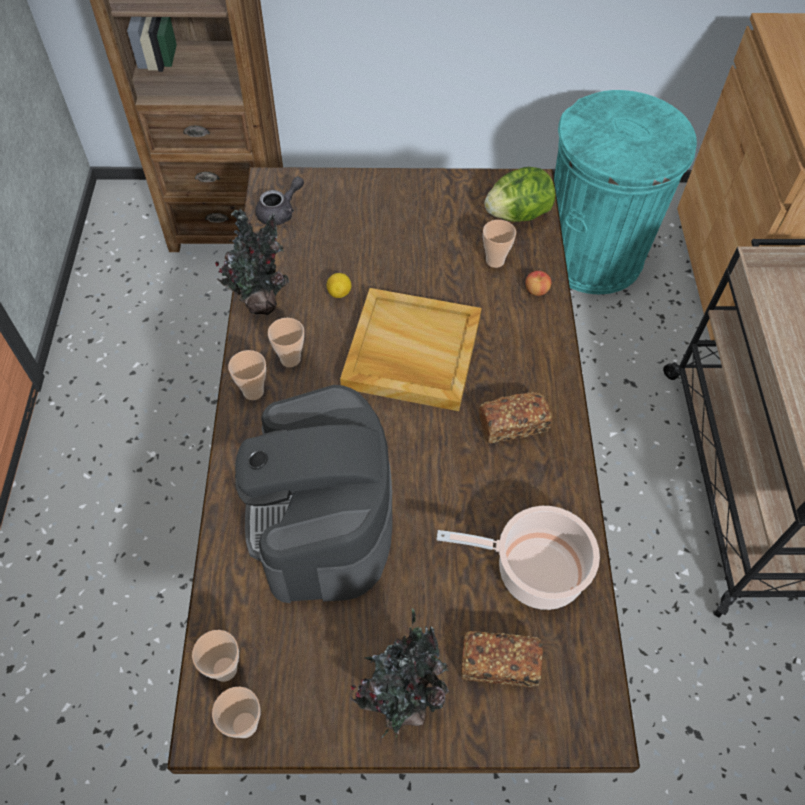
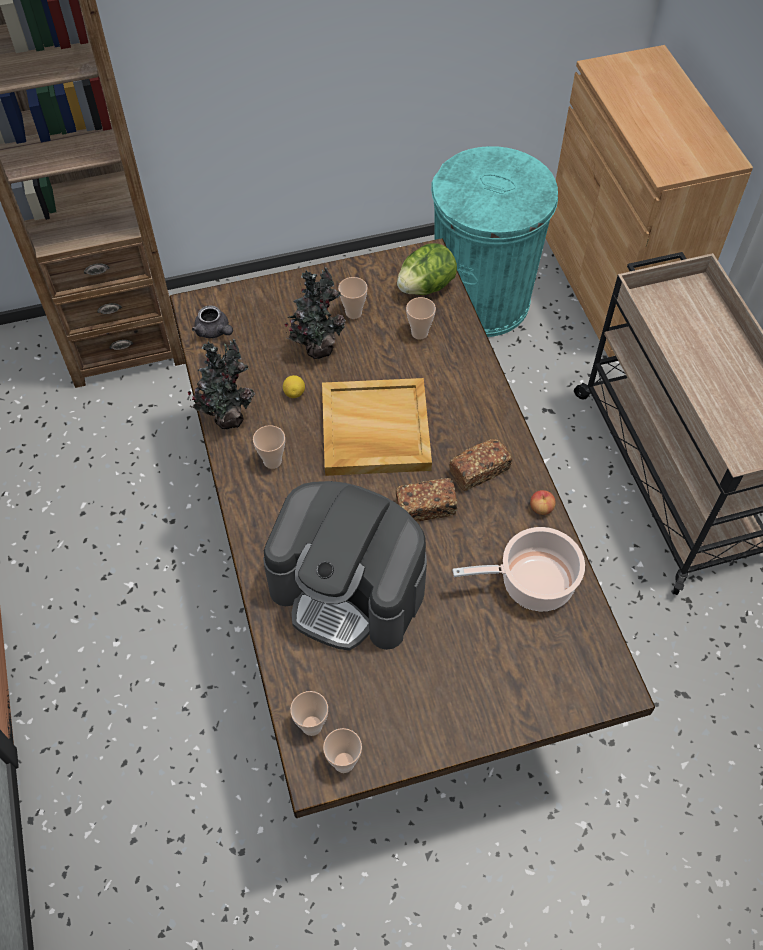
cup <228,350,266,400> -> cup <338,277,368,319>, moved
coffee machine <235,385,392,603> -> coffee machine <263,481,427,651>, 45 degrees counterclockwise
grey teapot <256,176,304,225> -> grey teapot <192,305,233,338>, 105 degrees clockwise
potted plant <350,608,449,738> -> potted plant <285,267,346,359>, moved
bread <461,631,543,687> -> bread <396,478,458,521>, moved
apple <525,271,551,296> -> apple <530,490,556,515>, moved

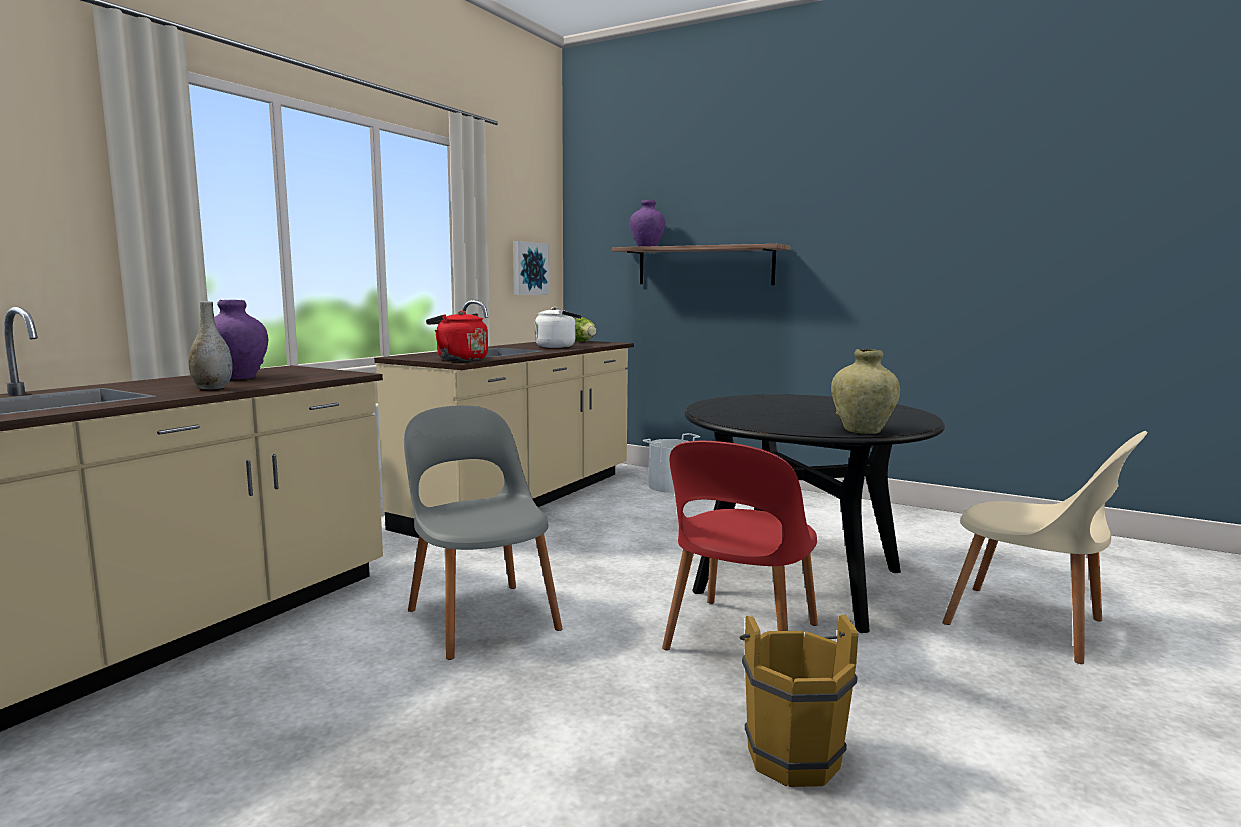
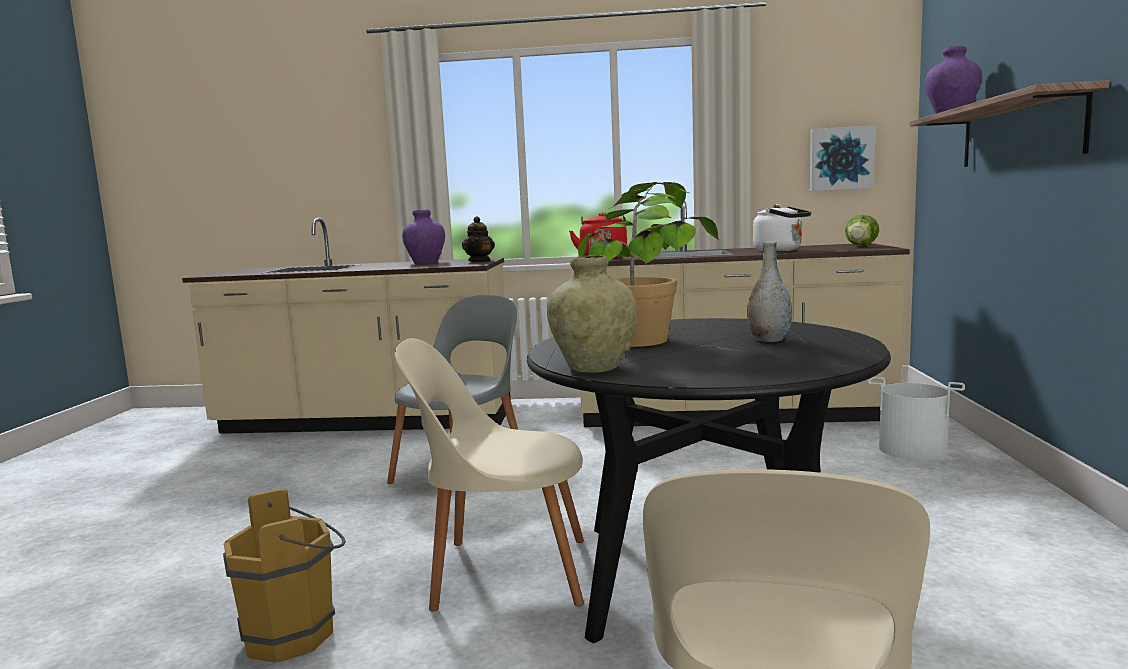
grey vase <189,301,233,389> -> grey vase <747,241,792,342>, moved
red chair <662,441,818,650> -> beige chair <395,338,584,612>
none -> teapot <462,216,495,262>
none -> potted plant <578,182,719,347>

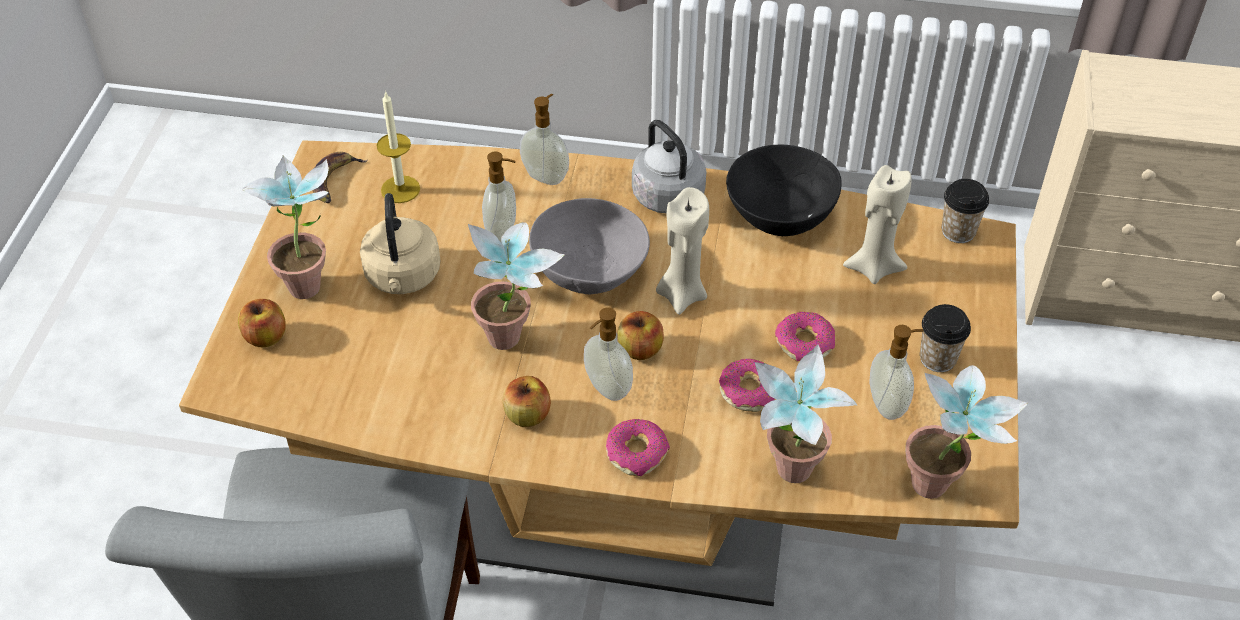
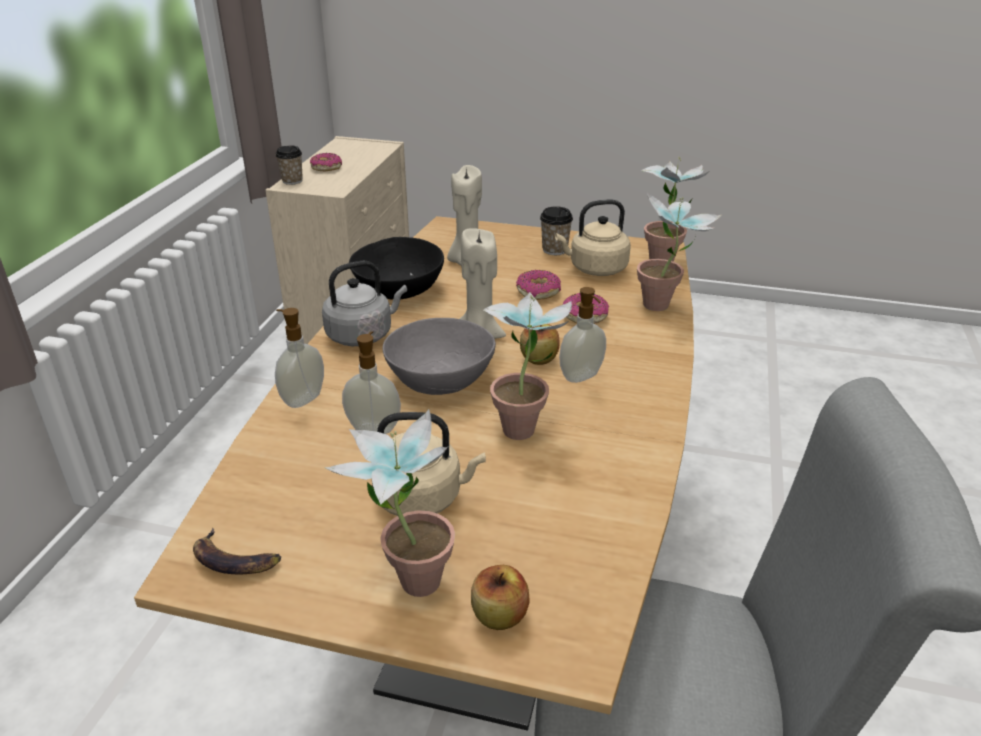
candle <376,91,420,203> -> none
apple <503,376,551,427> -> none
donut <606,419,670,476> -> donut <310,153,342,171>, moved
soap dispenser <869,325,923,420> -> beige kettle <555,199,631,276>
cup <942,179,989,243> -> cup <275,145,303,185>, moved

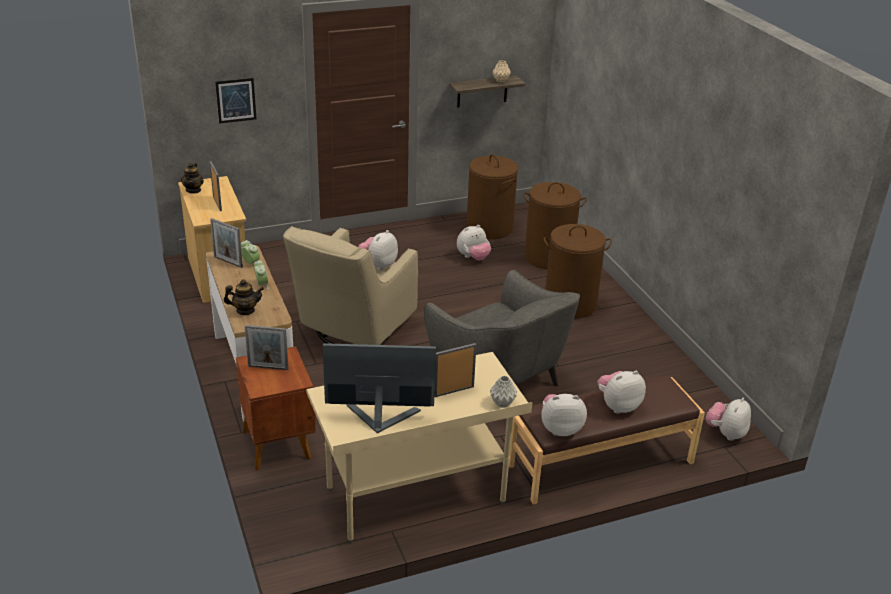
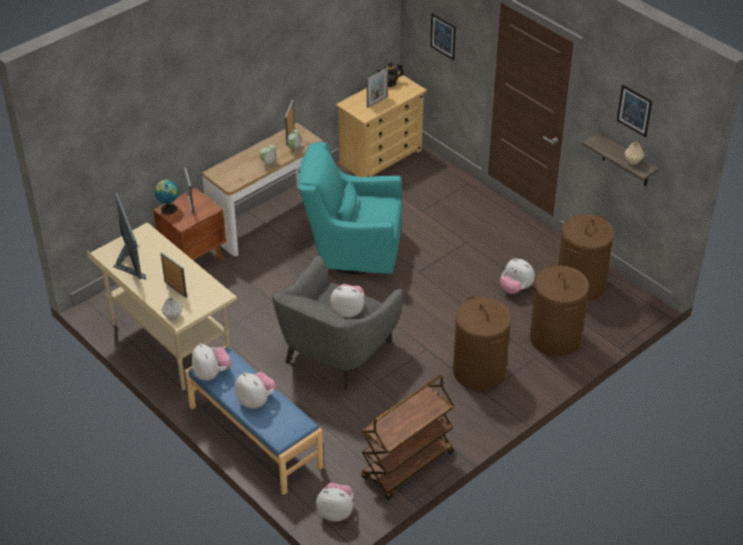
teapot <224,279,264,315> -> none
beige armchair <283,226,418,345> -> turquoise armchair <298,142,402,274>
plush toy <358,230,398,270> -> plush toy <330,284,364,317>, moved
brown bench <509,376,705,505> -> blue bench <185,346,324,495>
none -> globe <154,180,179,214>
none -> brown cart <361,375,454,500>
none -> picture <617,84,652,137>

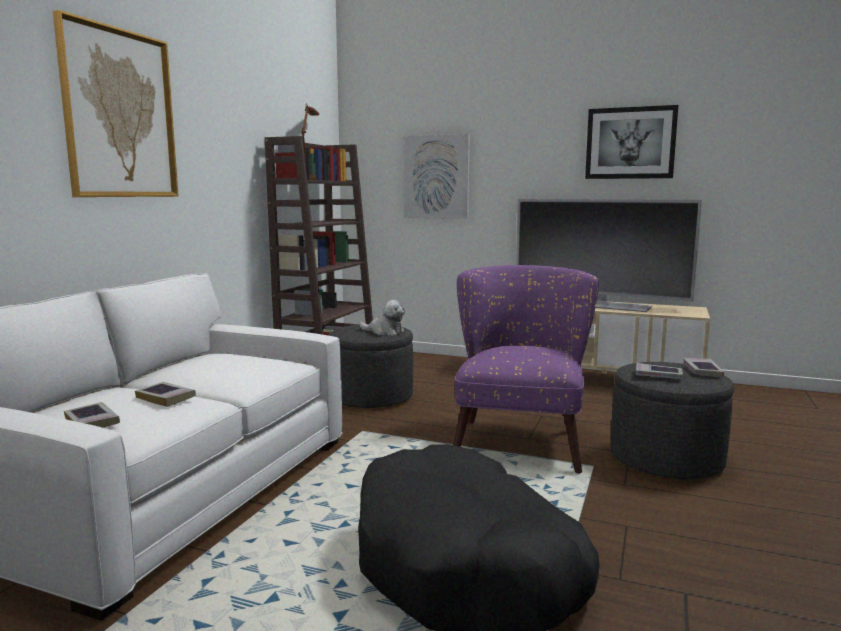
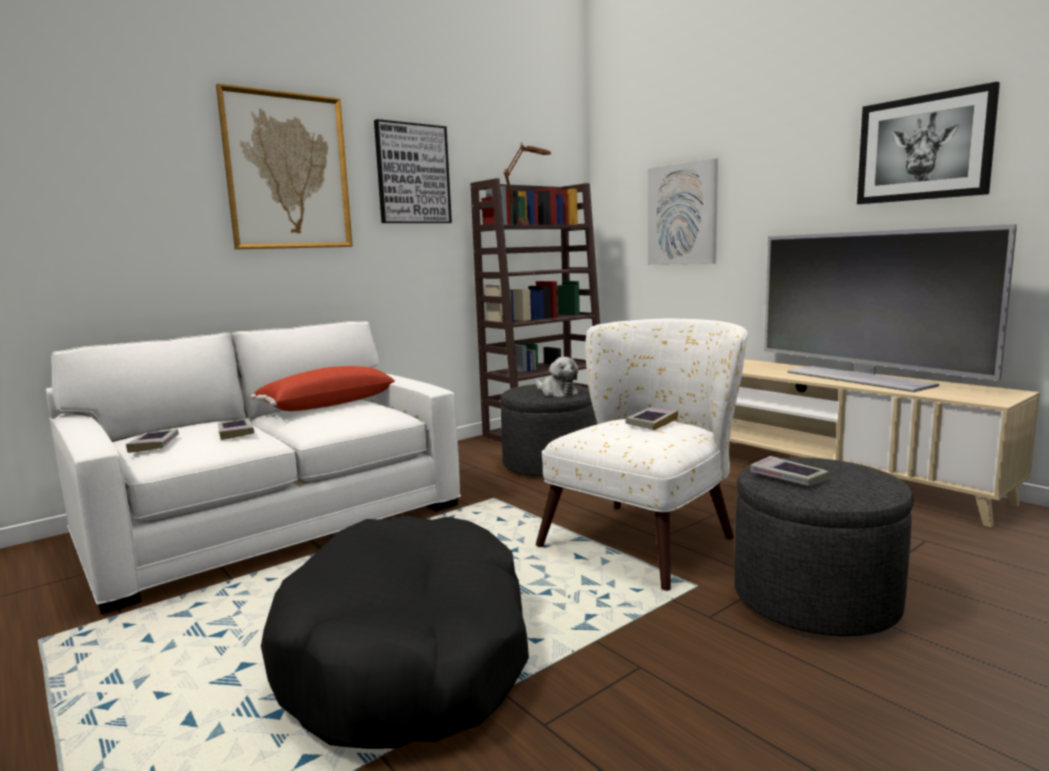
purple armchair <453,265,599,474> -> white armchair <536,319,748,591>
book <683,358,724,378> -> book <626,407,678,430>, moved
none -> red pillow <251,366,396,411>
none -> picture <374,119,452,223>

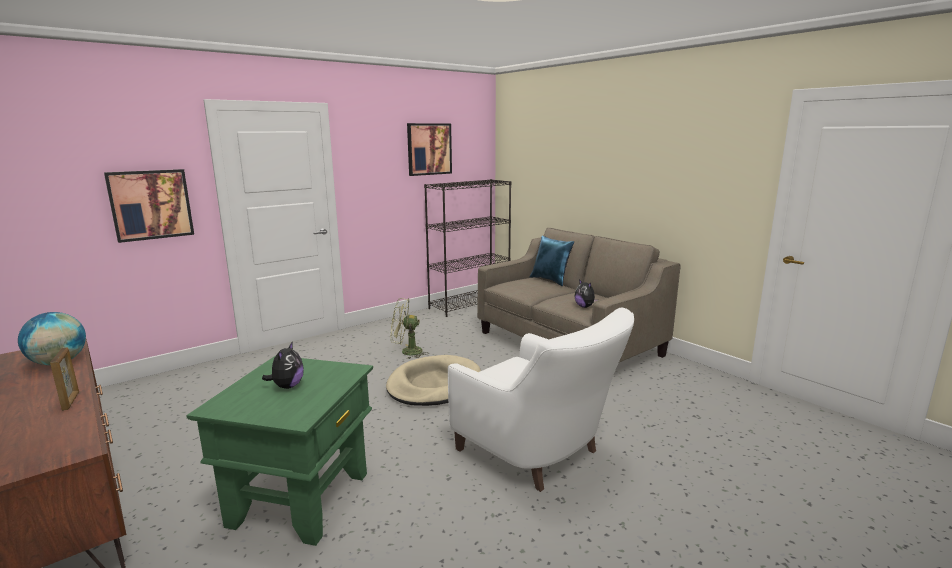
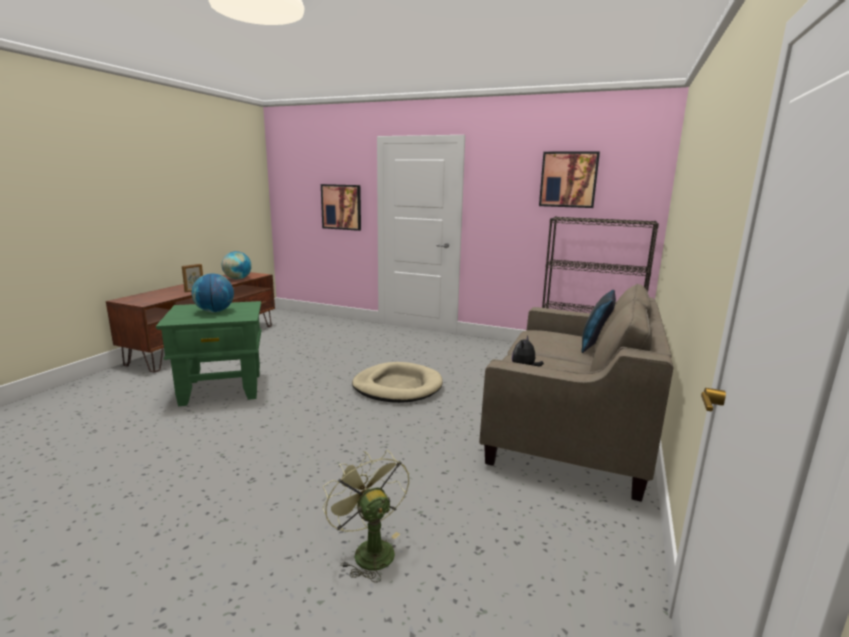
plush toy <262,341,304,389> -> globe <191,274,234,312>
green fan <391,298,428,359> -> green fan <323,450,409,582>, moved
white armchair <448,308,634,492> -> none

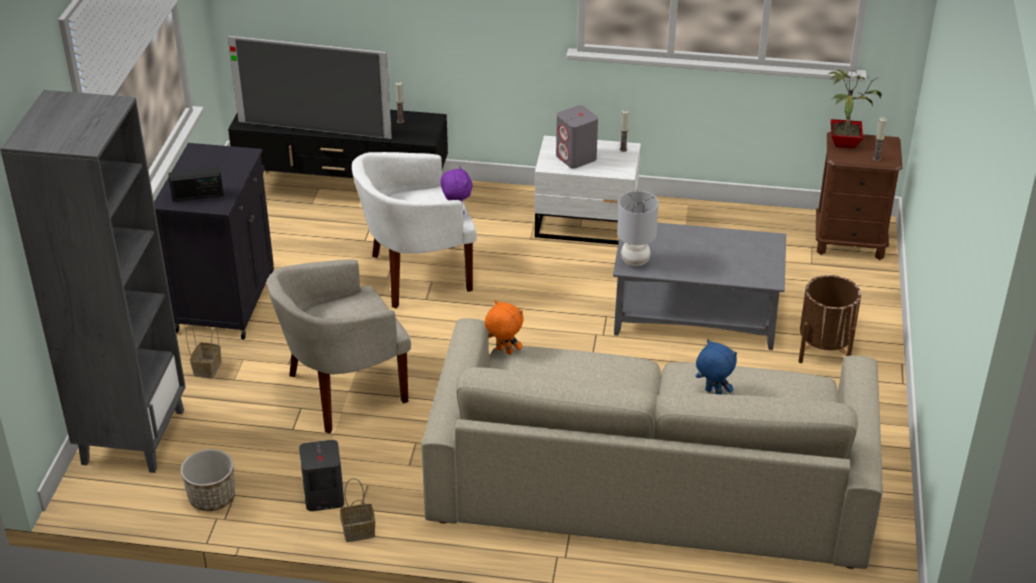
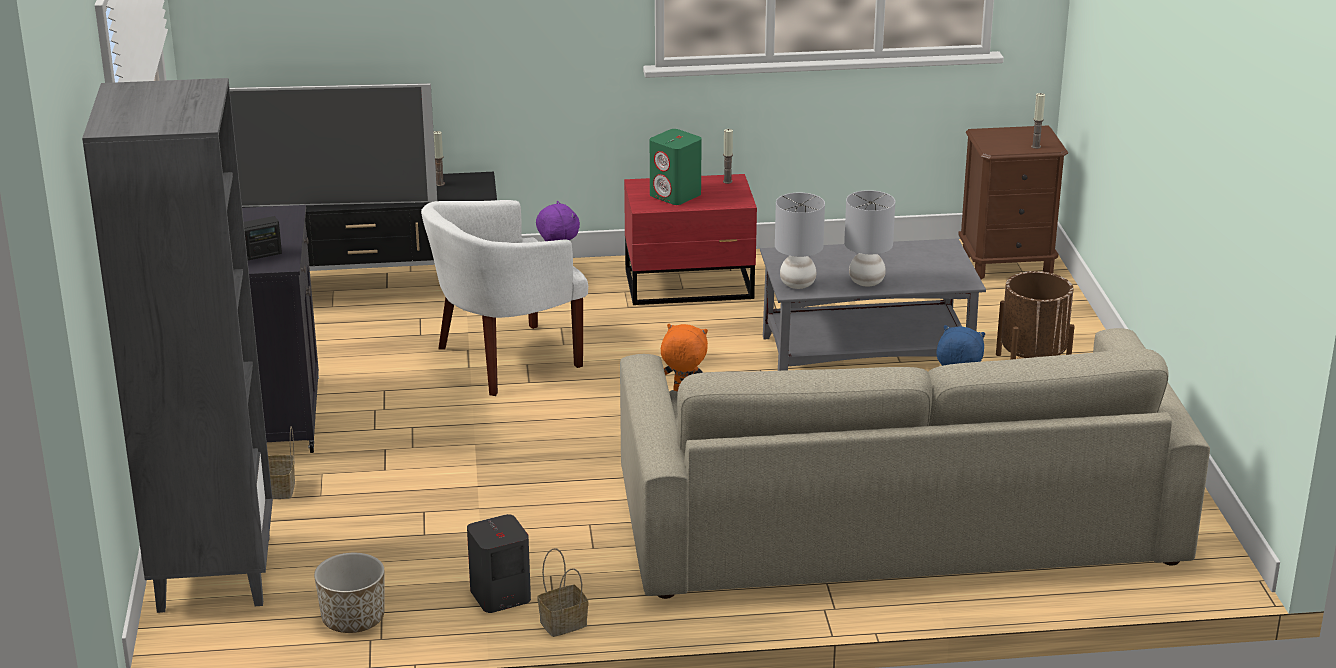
beige armchair <267,259,411,433> -> none
white nightstand <535,136,641,245> -> red nightstand <624,174,757,305>
grey speaker <556,105,598,168> -> green speaker <650,129,702,205>
potted plant <827,70,882,148> -> none
none -> grey table lamp <844,190,895,287>

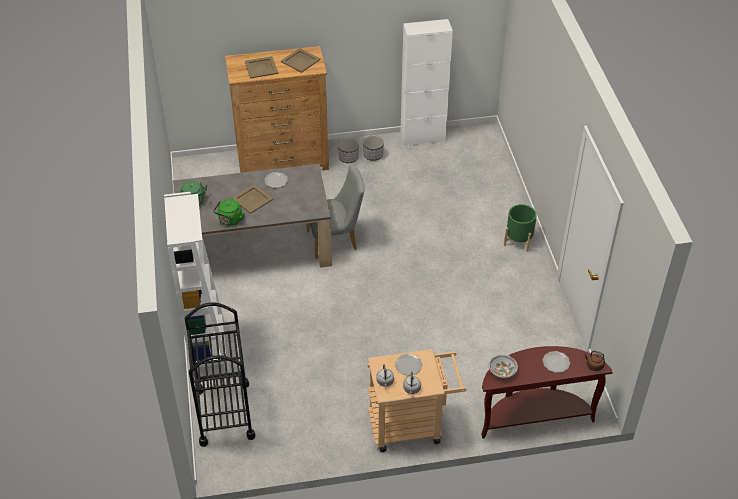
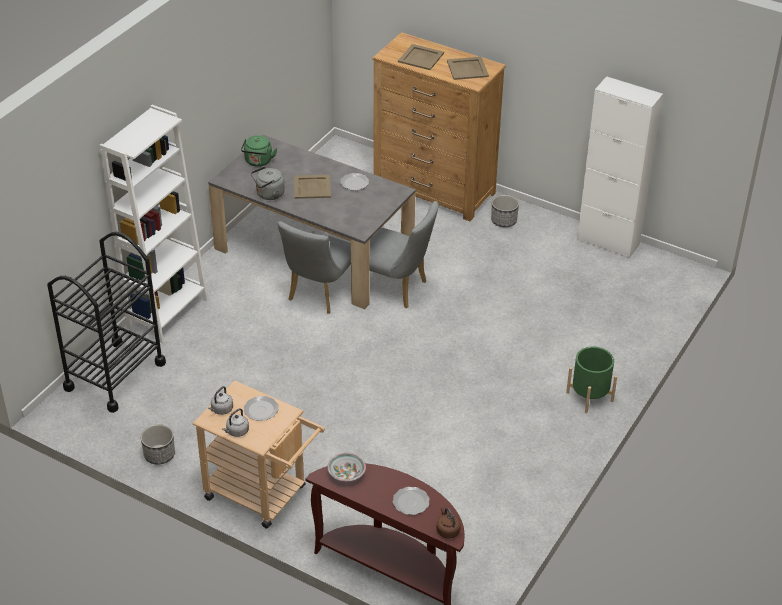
green kettle <213,199,245,226> -> grey kettle <251,166,285,200>
planter <363,135,384,161> -> planter <141,424,175,465>, moved
none -> grey chair <278,221,351,314>

